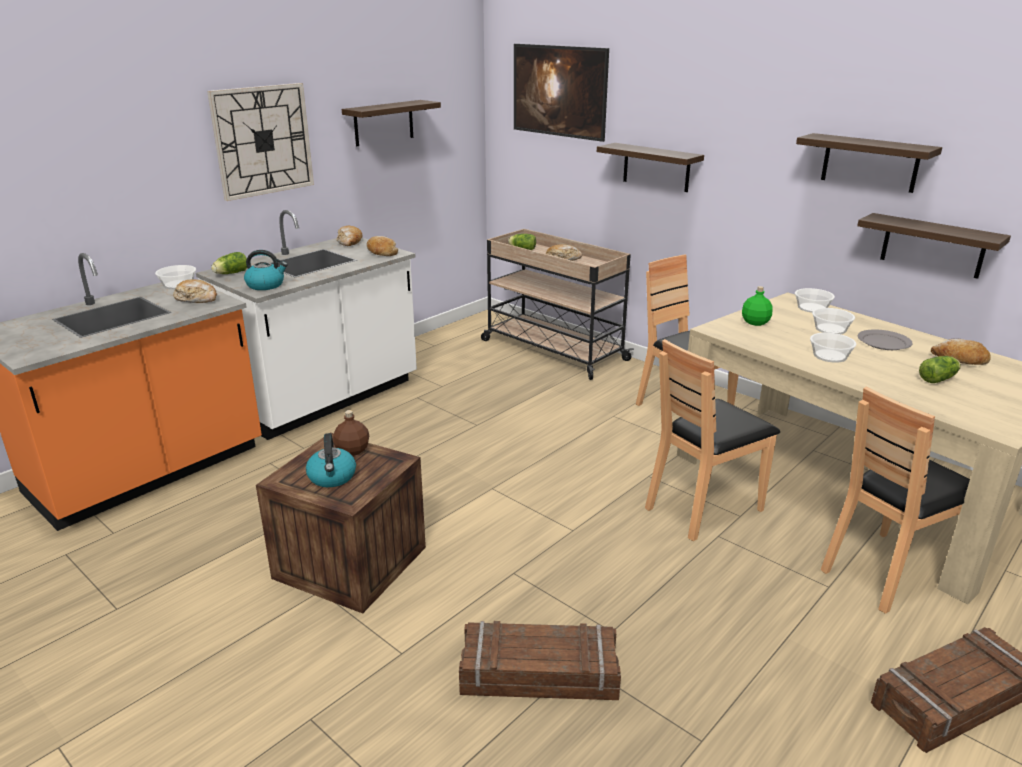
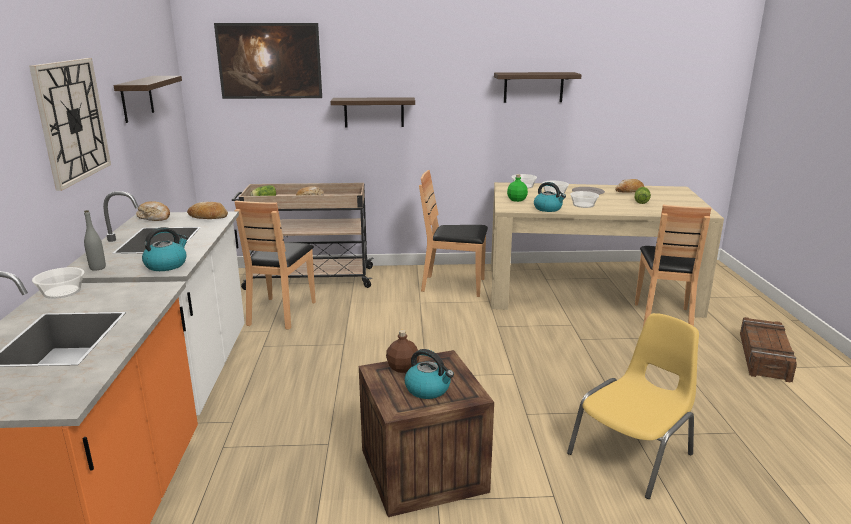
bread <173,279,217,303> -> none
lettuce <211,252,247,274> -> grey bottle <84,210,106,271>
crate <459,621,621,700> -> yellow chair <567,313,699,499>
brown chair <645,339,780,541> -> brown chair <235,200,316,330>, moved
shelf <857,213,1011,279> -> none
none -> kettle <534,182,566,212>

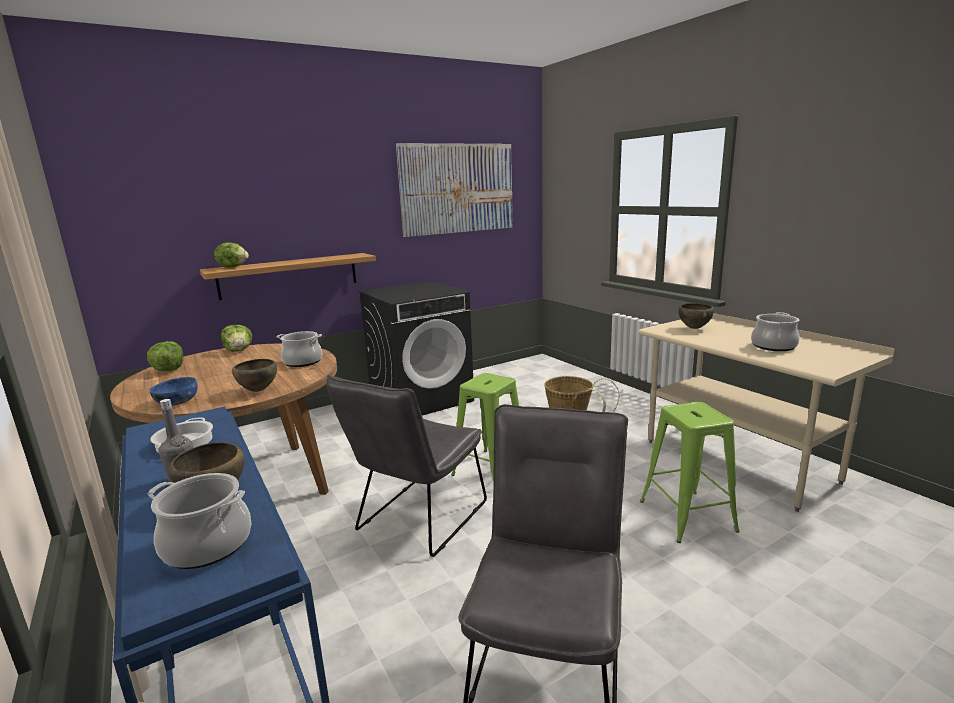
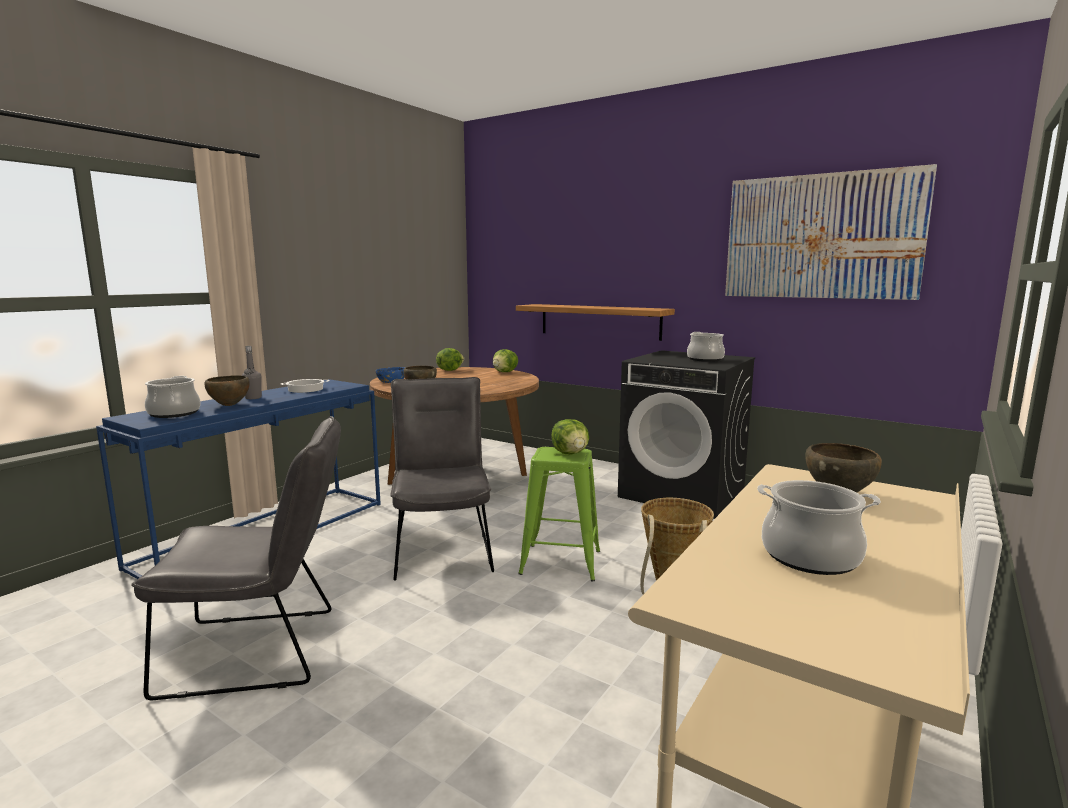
lettuce <214,242,249,268> -> lettuce <551,419,589,454>, moved
cooking pot <277,331,322,367> -> cooking pot <687,332,725,362>, moved
grey chair <326,375,487,557> -> grey chair <390,377,494,581>, 75 degrees clockwise
green stool <640,402,740,543> -> none

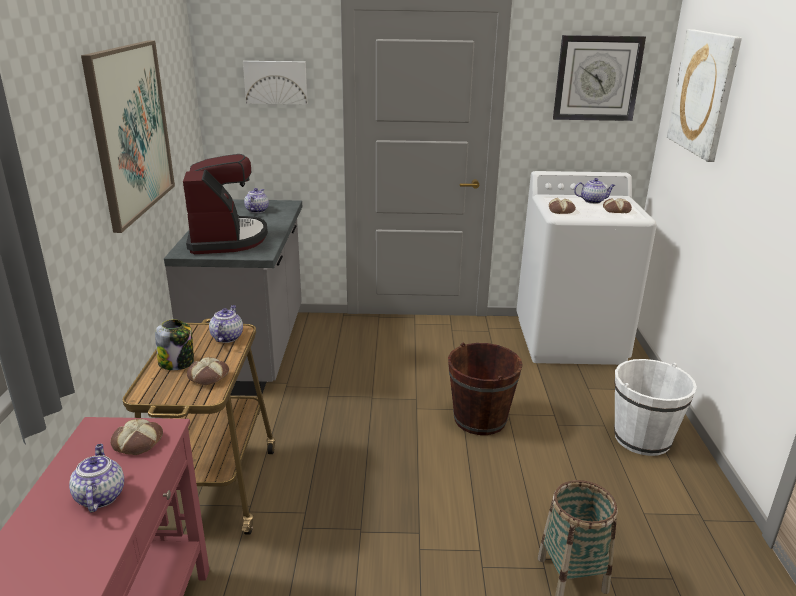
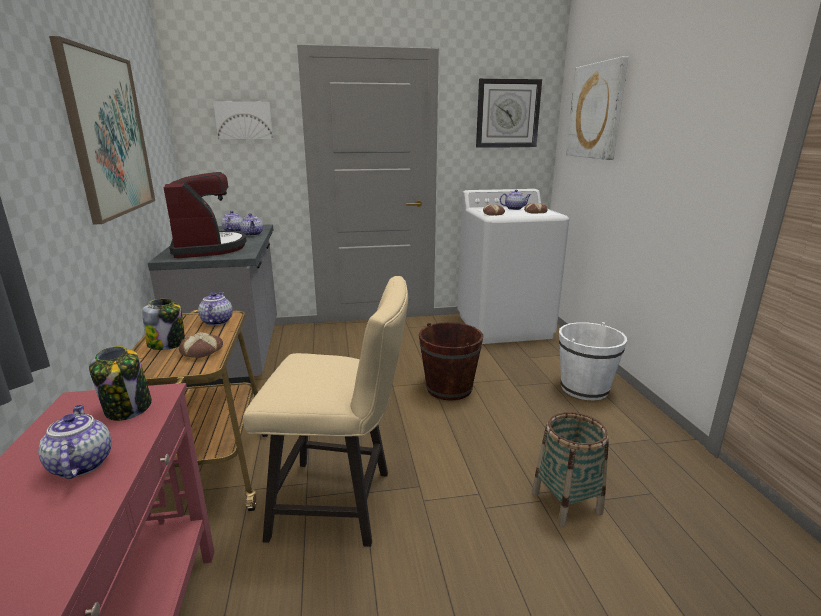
bread <111,419,163,455> -> jar <89,346,152,421>
none -> teapot <240,213,263,236>
none -> beige chair <243,276,408,547>

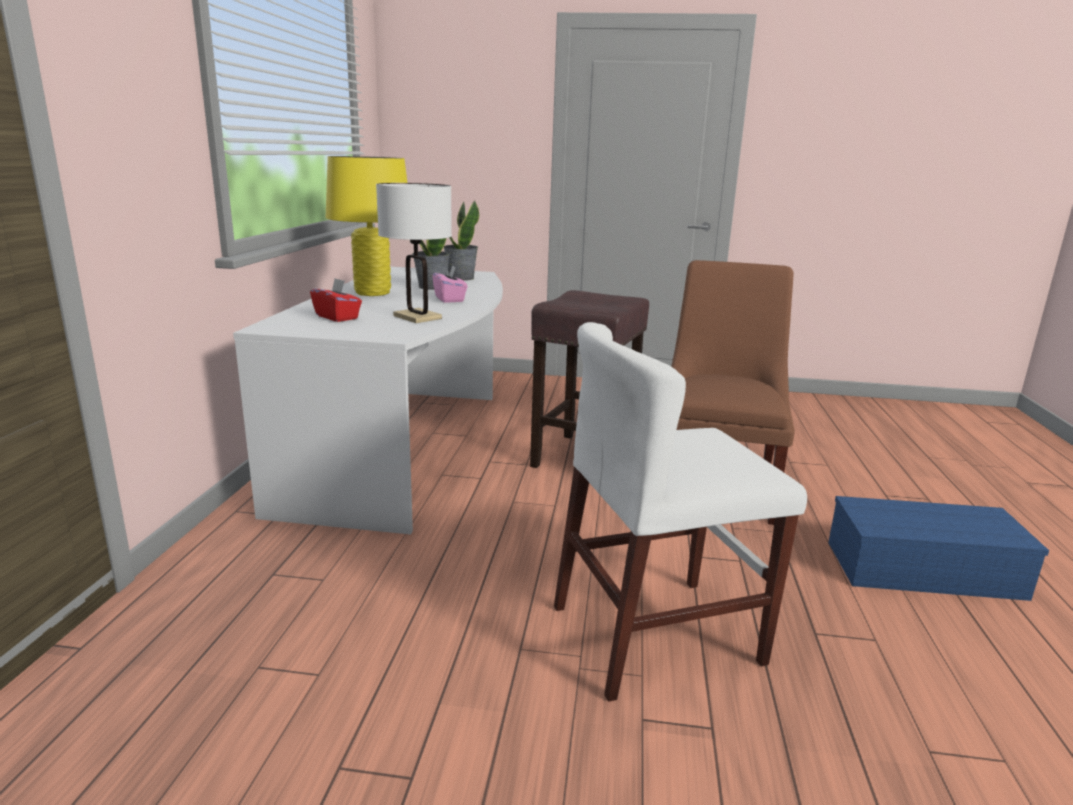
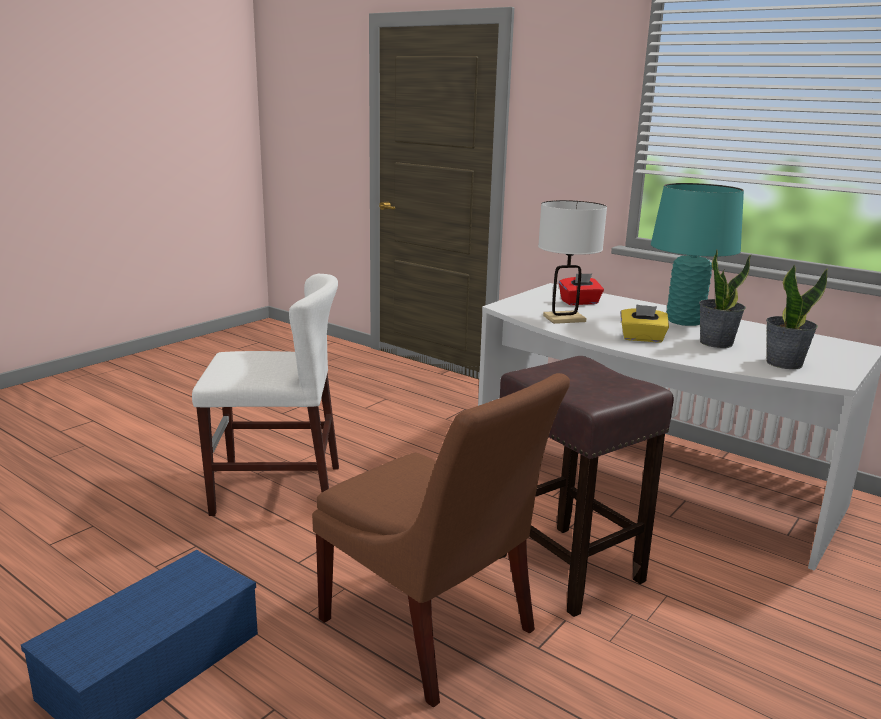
yellow table lamp <326,156,407,296> -> turquoise table lamp <651,183,744,326>
pink tissue box <432,265,468,303> -> yellow tissue box <621,304,669,342>
white chair <554,322,807,702> -> white chair <192,274,339,516>, 75 degrees clockwise

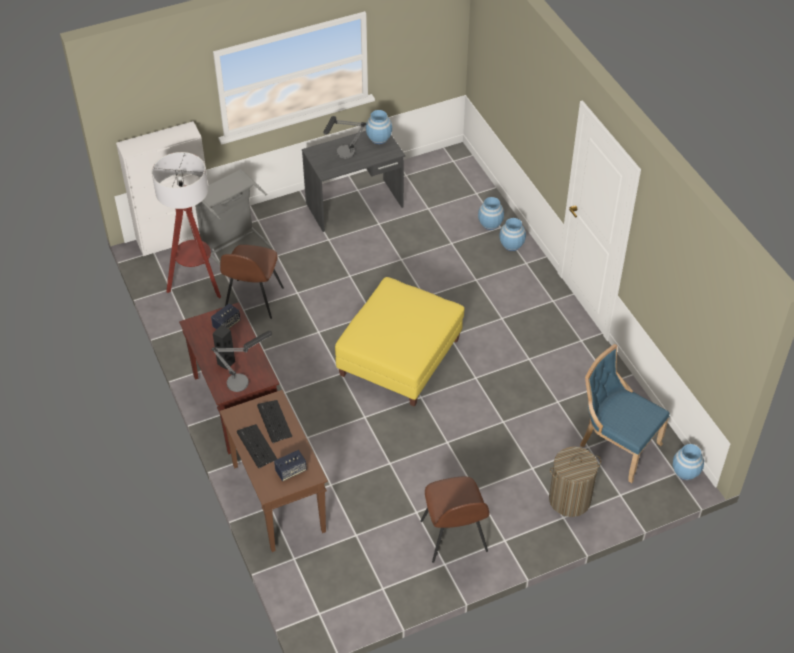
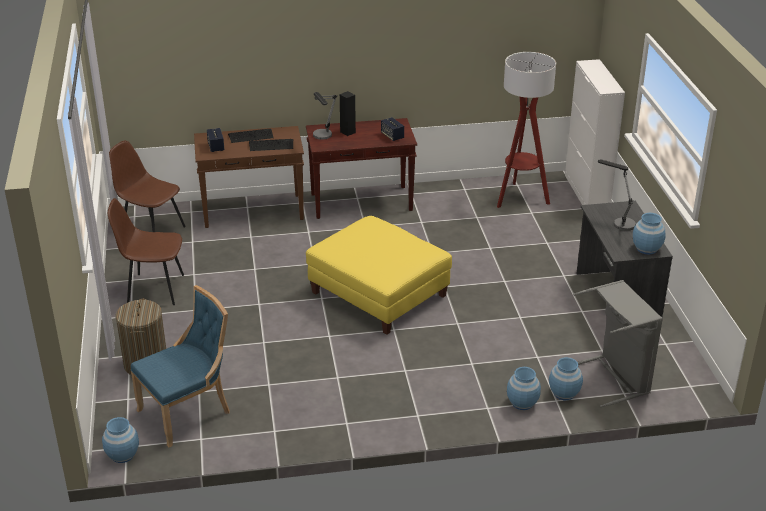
grey laundry basket <195,169,273,266> -> grey laundry basket <573,280,663,408>, moved
brown chair <220,245,284,319> -> brown chair <109,141,186,232>, moved

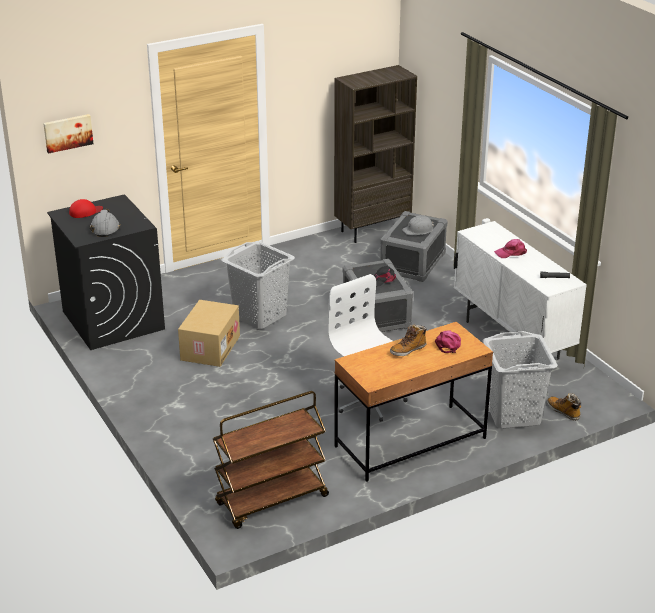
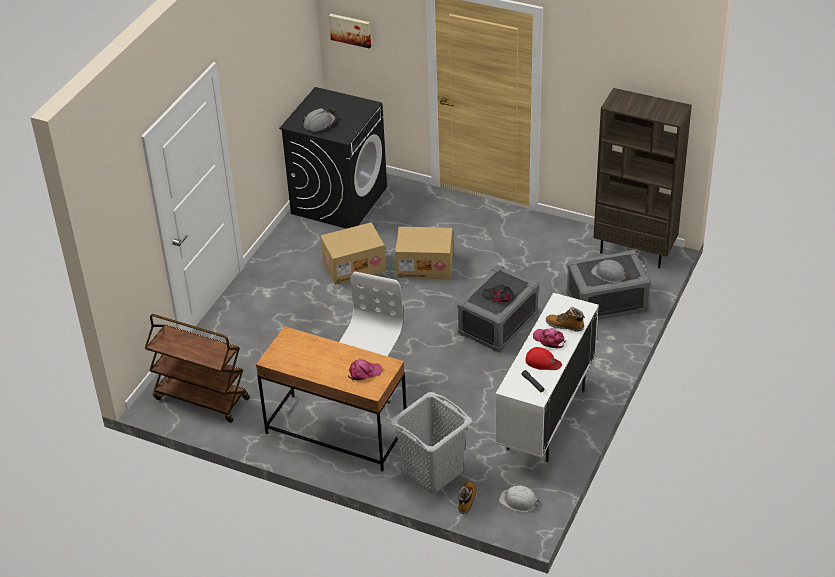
red cap <69,199,103,218> -> red cap <525,347,562,370>, moved
grey laundry basket <221,241,295,330> -> cardboard box <395,227,453,279>
boot <390,324,427,356> -> boot <546,307,585,332>, moved
none -> white hard hat <499,486,540,512>

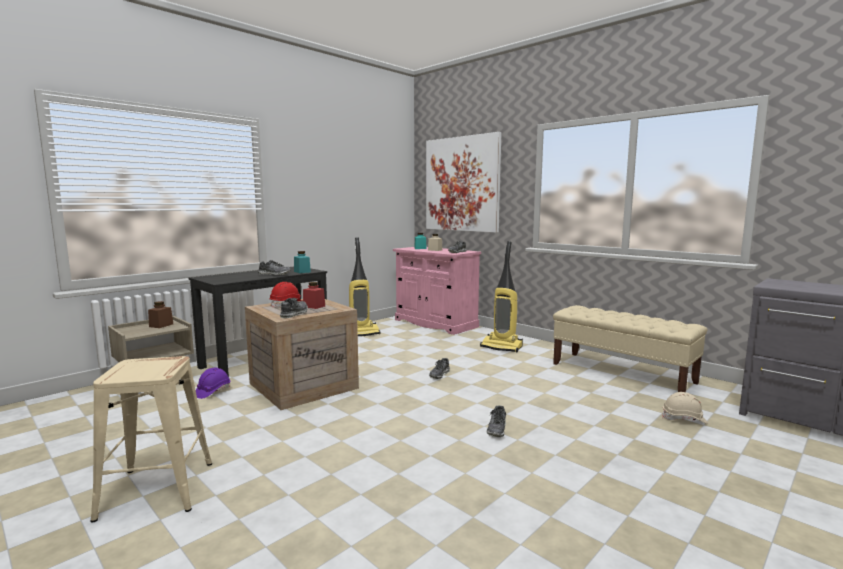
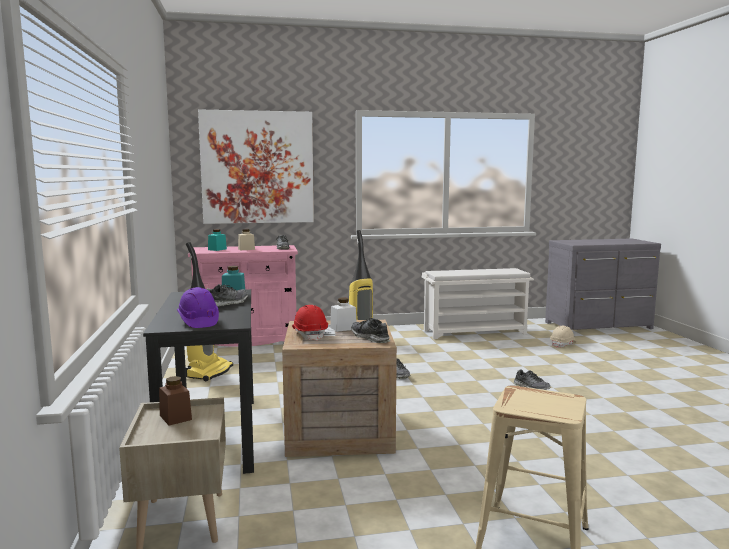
purple hard hat <196,368,230,399> -> purple hard hat <177,287,219,328>, moved
red jar <303,282,325,309> -> white jar <330,298,357,332>
beige bench <553,305,707,392> -> white shoe rack <422,268,534,339>

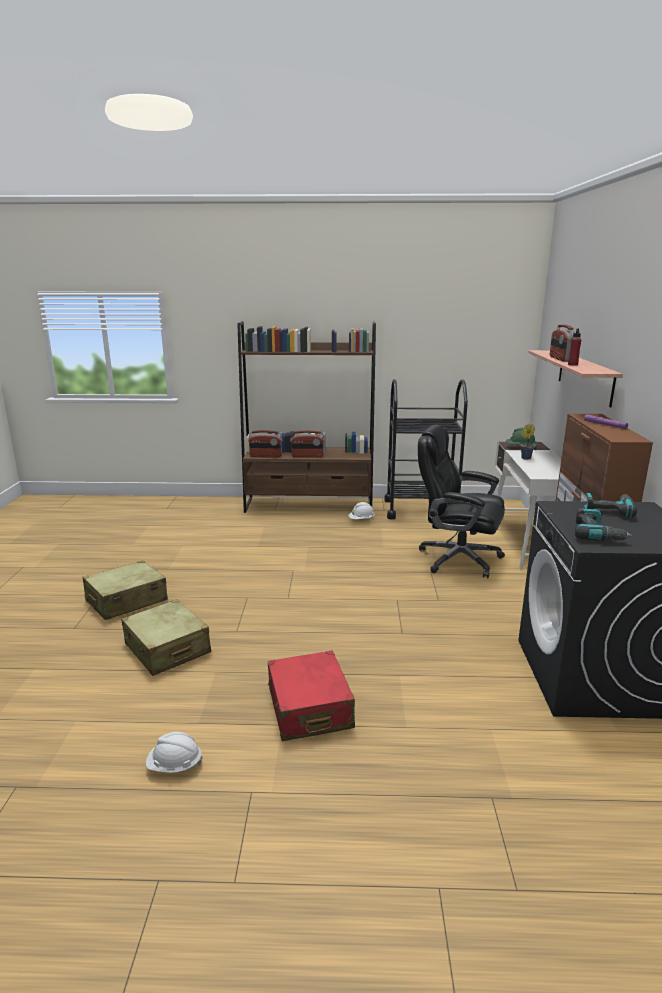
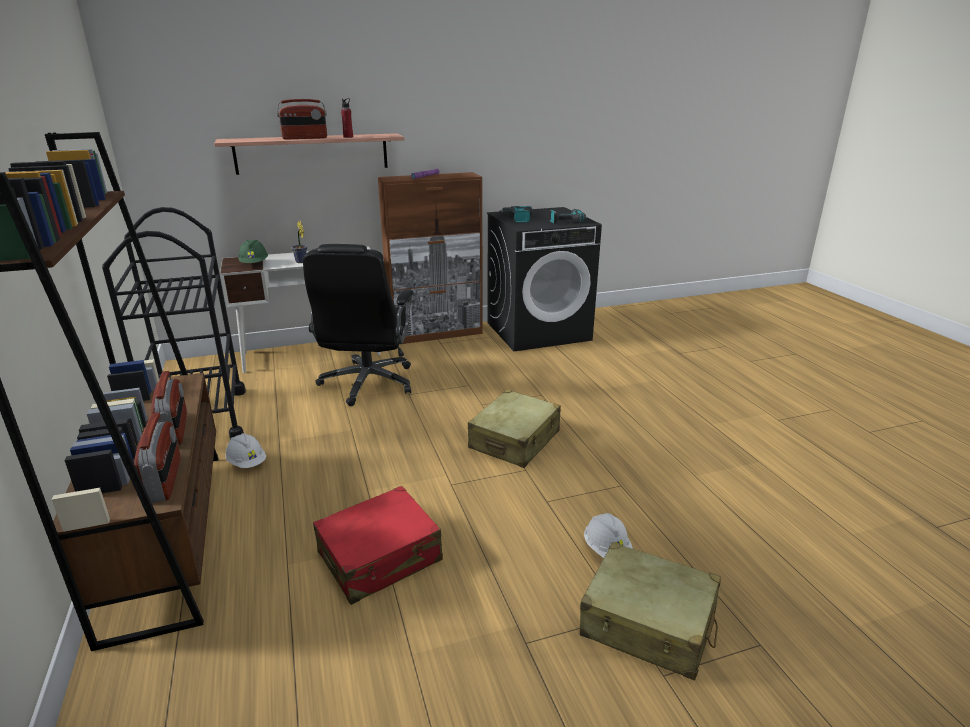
beige suitcase <121,599,211,676> -> beige suitcase <468,390,561,468>, moved
white hard hat <146,732,203,773> -> white hard hat <584,513,633,558>, moved
red suitcase <268,650,355,741> -> red suitcase <313,486,443,605>, moved

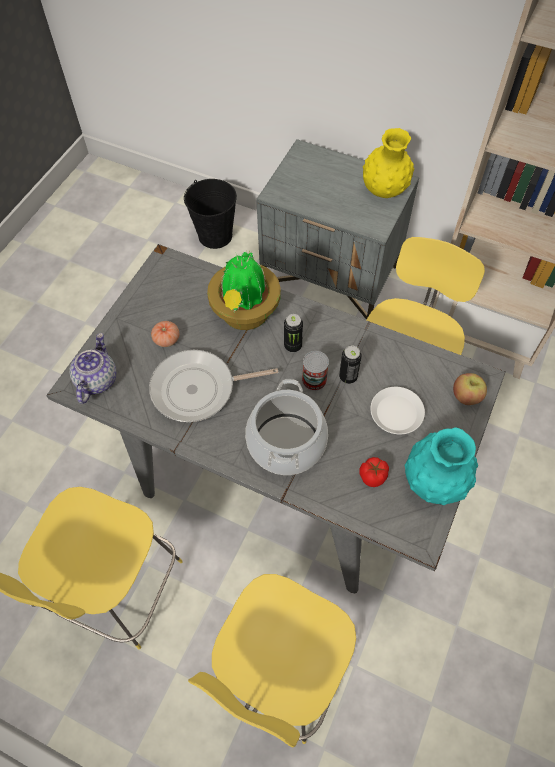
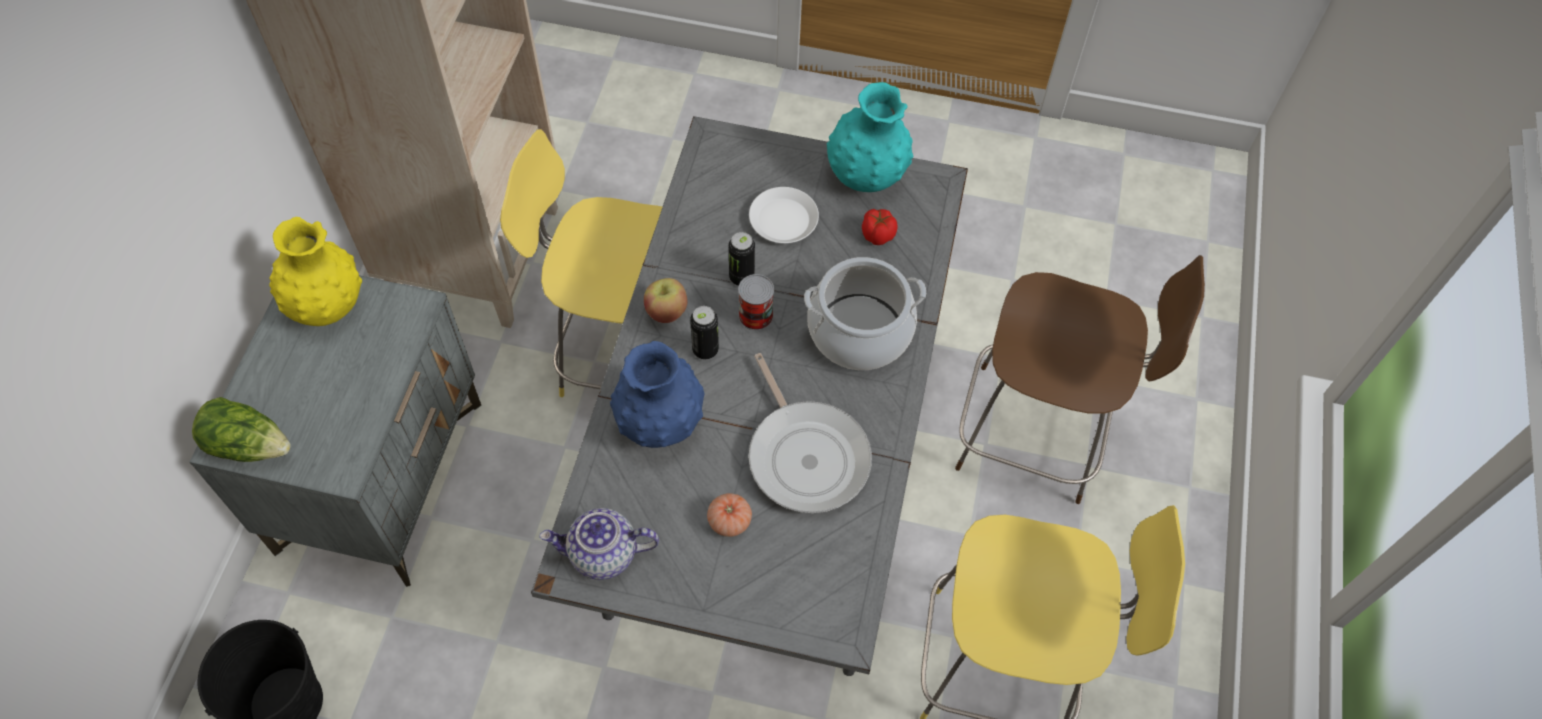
teapot <70,333,116,404> -> teapot <539,508,659,580>, moved
yellow stool <188,574,356,748> -> brown stool <955,255,1205,504>
potted plant <207,250,281,330> -> blue vase <610,341,704,448>
apple <453,373,487,405> -> apple <644,278,687,323>, moved
none -> lettuce <192,397,291,462>

